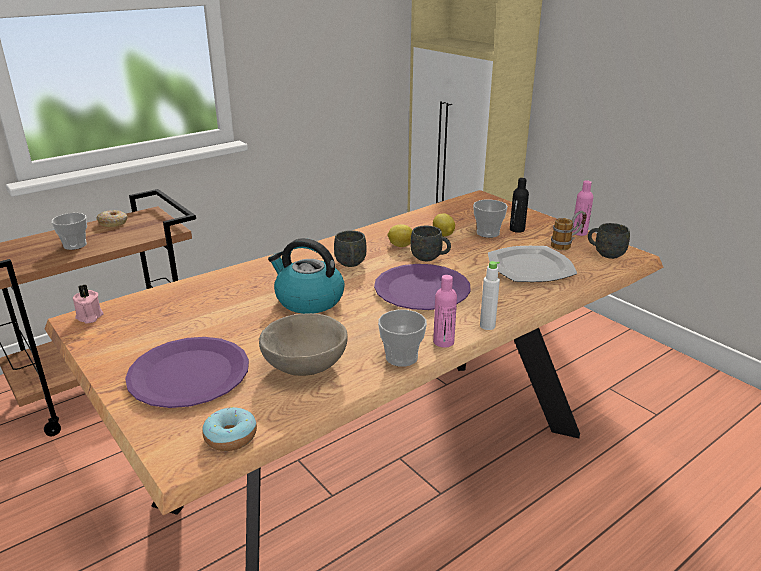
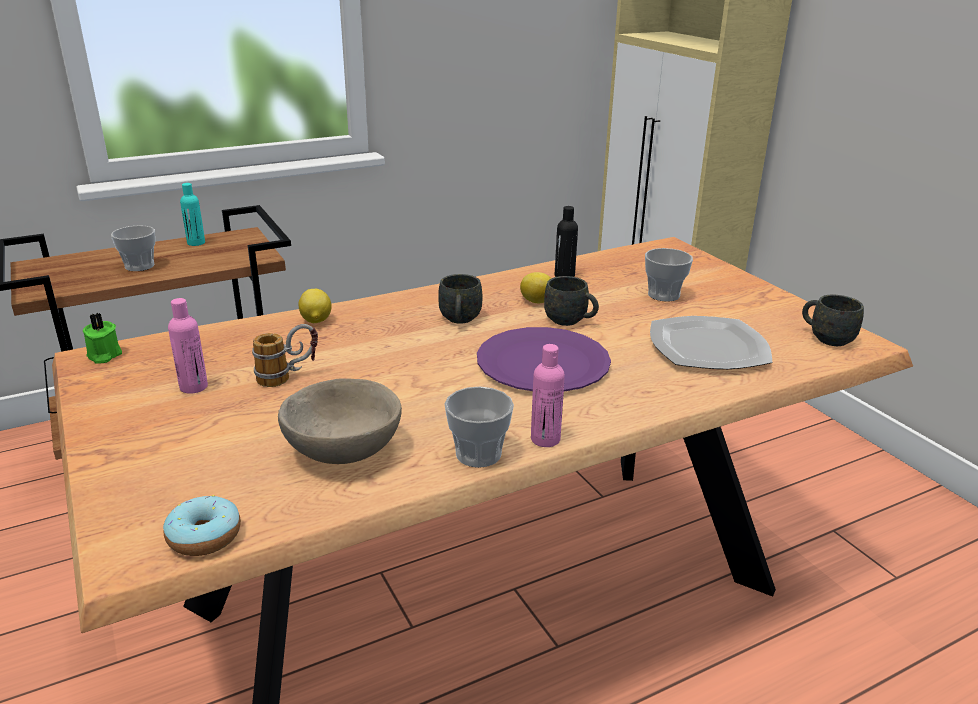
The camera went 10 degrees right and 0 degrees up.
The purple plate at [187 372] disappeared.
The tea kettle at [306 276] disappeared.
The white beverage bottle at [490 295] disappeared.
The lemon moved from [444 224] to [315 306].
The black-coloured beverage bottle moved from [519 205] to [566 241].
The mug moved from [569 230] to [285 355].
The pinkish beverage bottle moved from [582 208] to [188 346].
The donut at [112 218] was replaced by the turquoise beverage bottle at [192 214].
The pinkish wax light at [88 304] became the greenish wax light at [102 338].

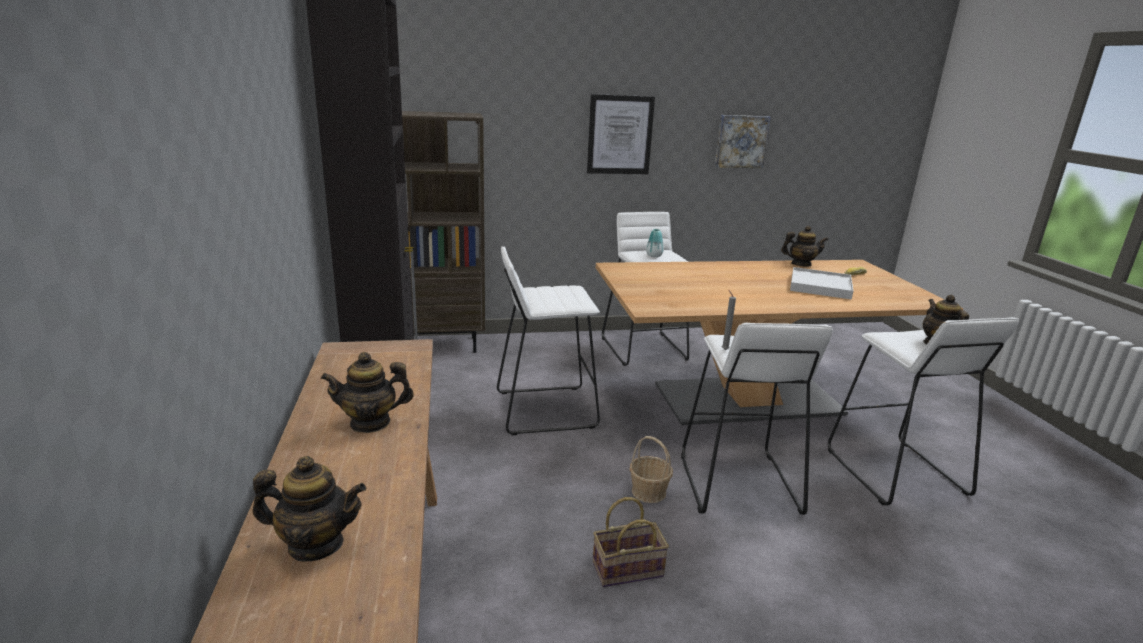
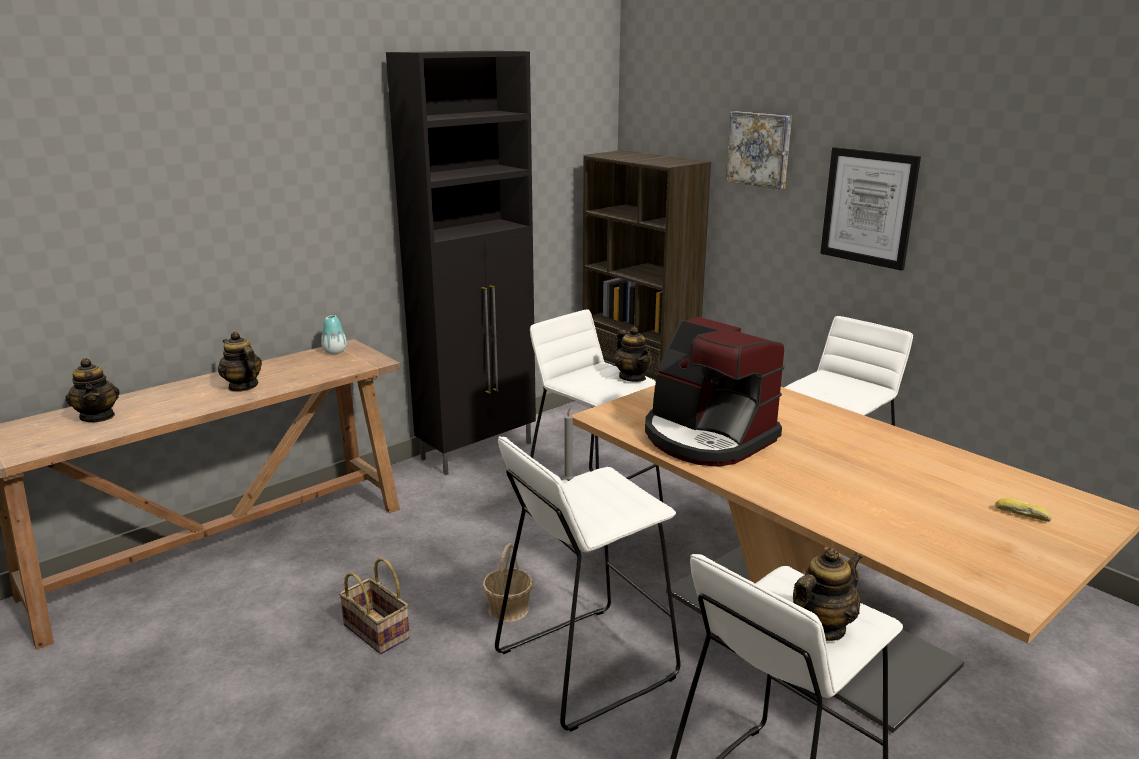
The camera went 60 degrees right and 0 degrees up.
The white tray at [822 283] disappeared.
The coffee maker at [714 392] appeared.
The vase moved from [655 243] to [334 334].
The wall picture moved from [743 141] to [759 150].
The teapot moved from [804 246] to [633 354].

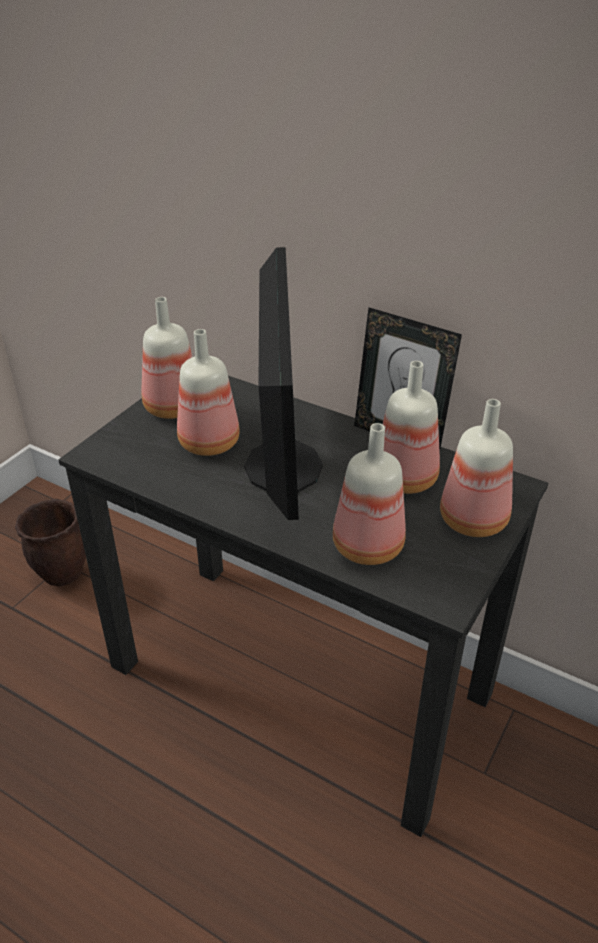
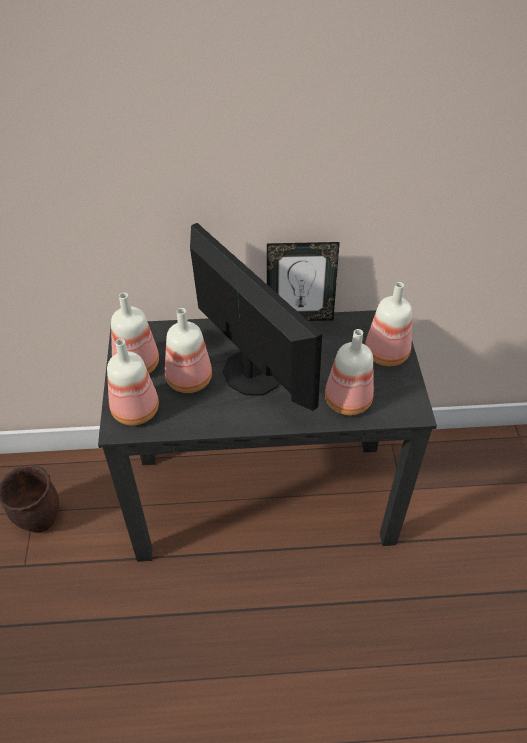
The camera went 35 degrees left and 10 degrees up.
The beverage bottle moved from [411 427] to [133 382].

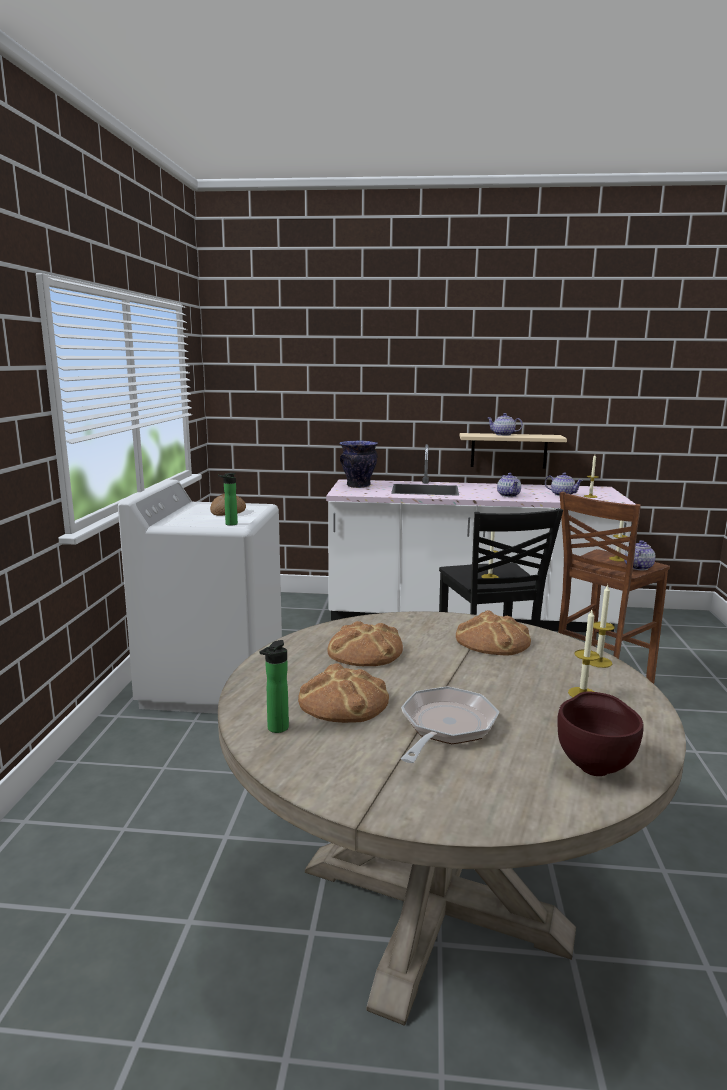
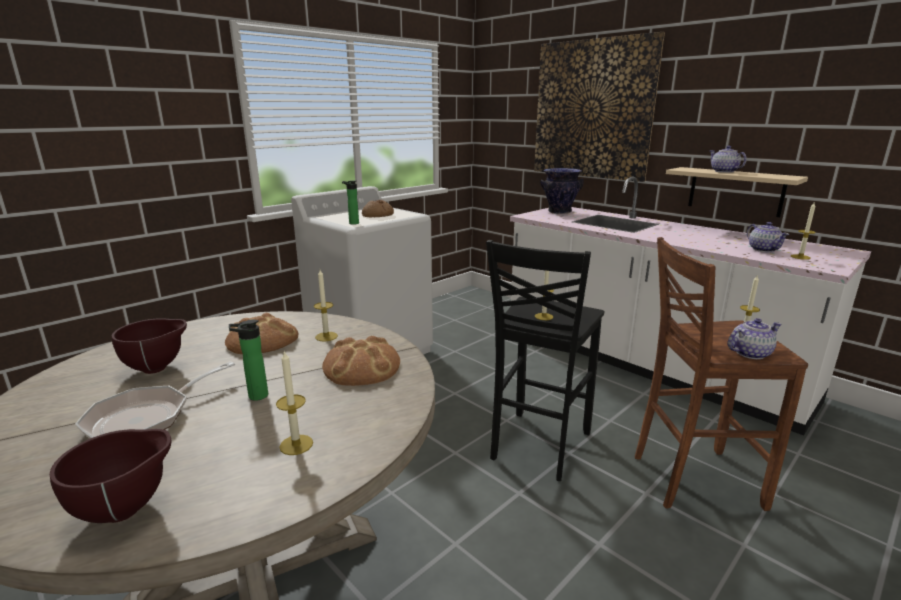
The camera went 40 degrees right and 5 degrees up.
The teapot at [509 485] disappeared.
The wall picture at [599 107] appeared.
The beverage bottle moved from [274 686] to [248 360].
The wax light moved from [602 626] to [326 305].
The baked bread at [343 693] was replaced by the brown bowl at [149 346].
The frying pan at [450 724] turned 150 degrees clockwise.

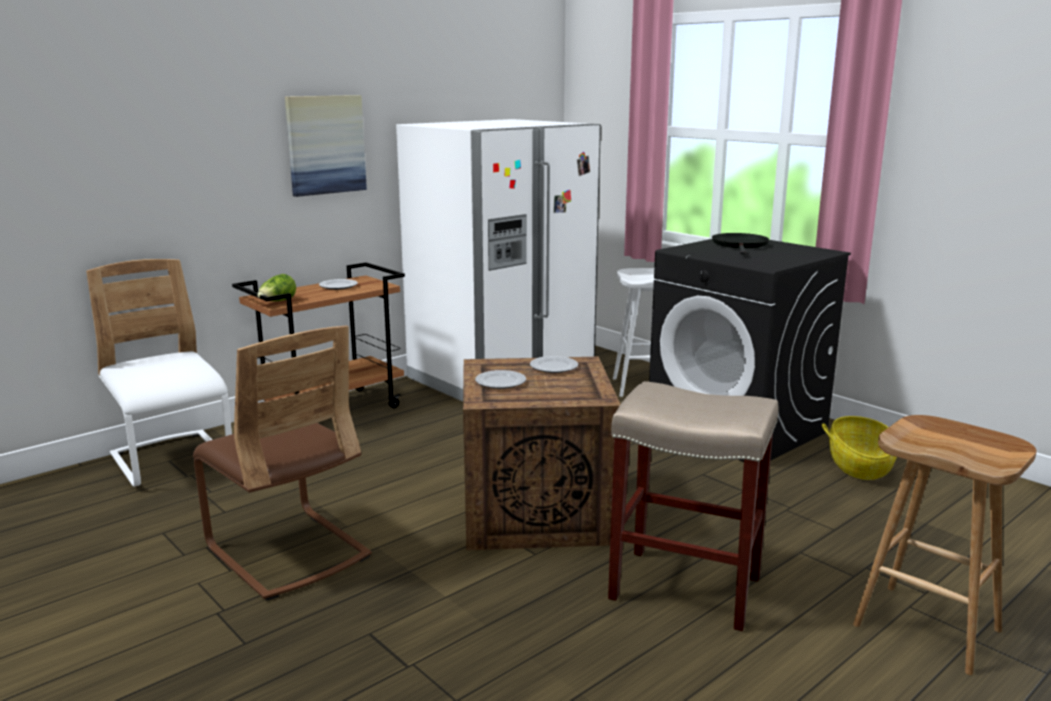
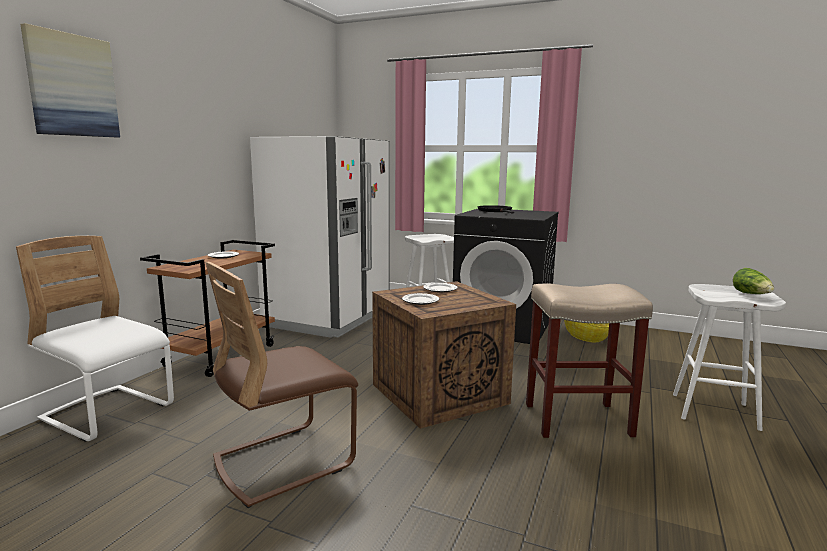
The camera went 25 degrees left and 5 degrees down.
The lettuce head moved from [276 287] to [753 281].
The wall picture moved from [326 146] to [70 80].
The brown stool seat at [945 545] became the white stool seat at [729 357].
The brown plain chair at [282 463] turned 120 degrees clockwise.

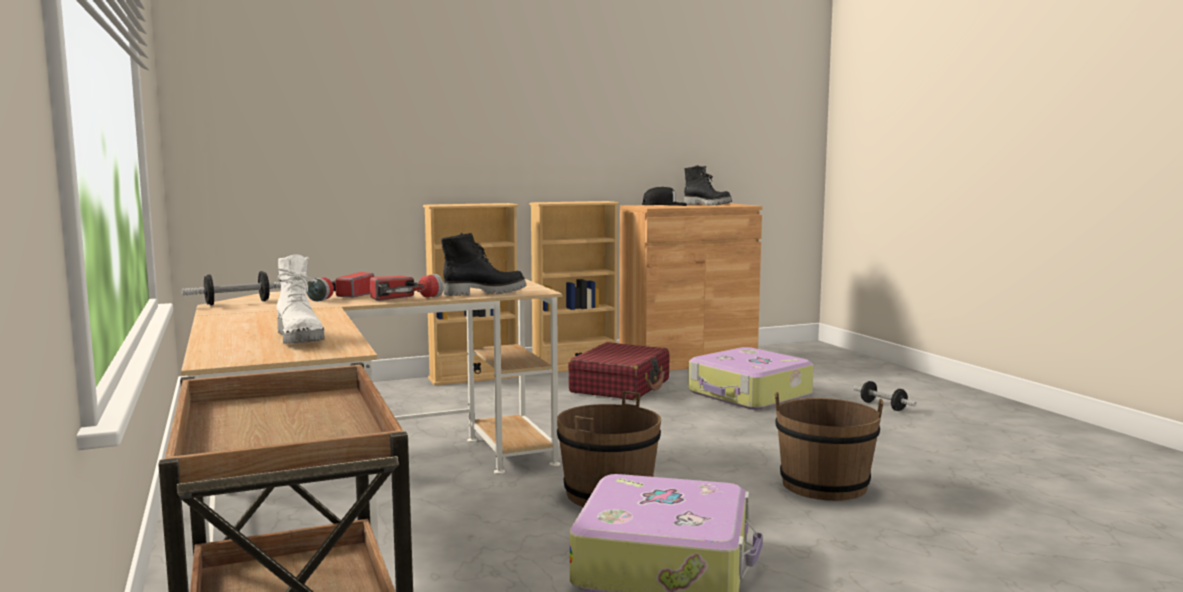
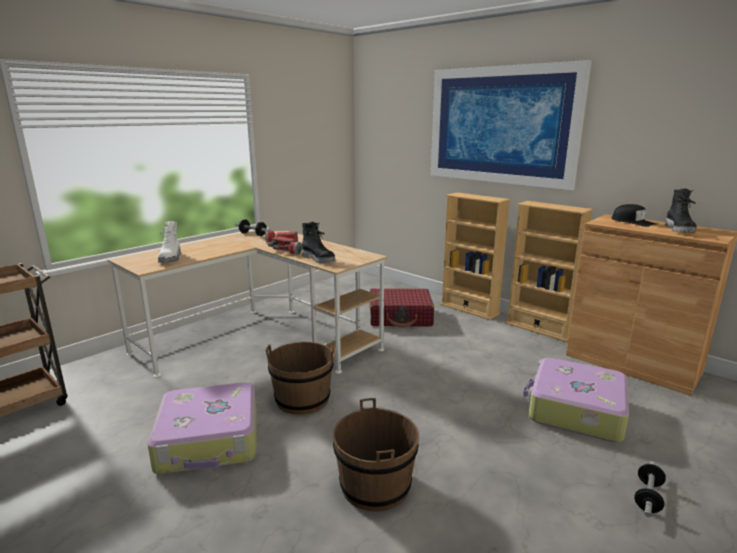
The camera went 65 degrees right and 10 degrees up.
The wall picture at [511 125] appeared.
The red-coloured piece of luggage moved from [619 371] to [402 308].
The white high-top boot at [300 299] turned 45 degrees counterclockwise.

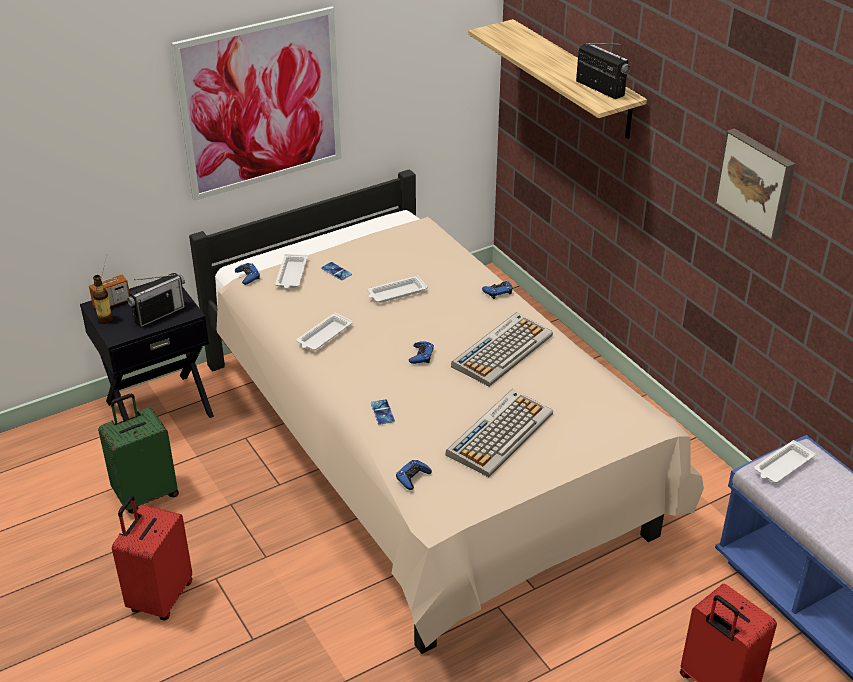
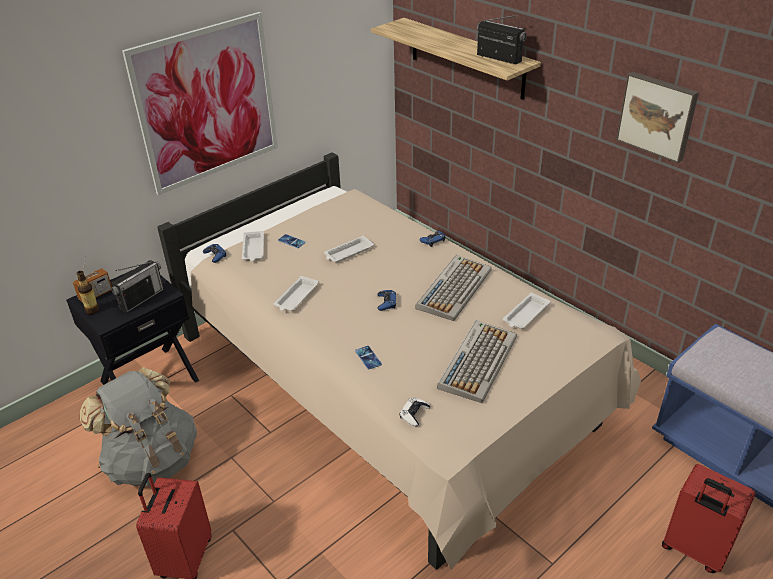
The camera went 10 degrees left and 0 degrees up.
The white tray moved from [784 461] to [526 311].
The greenish piece of luggage at [138 453] was replaced by the gray rucksack at [138 427].
The bluish gamepad at [414 475] became the white gamepad at [415 412].

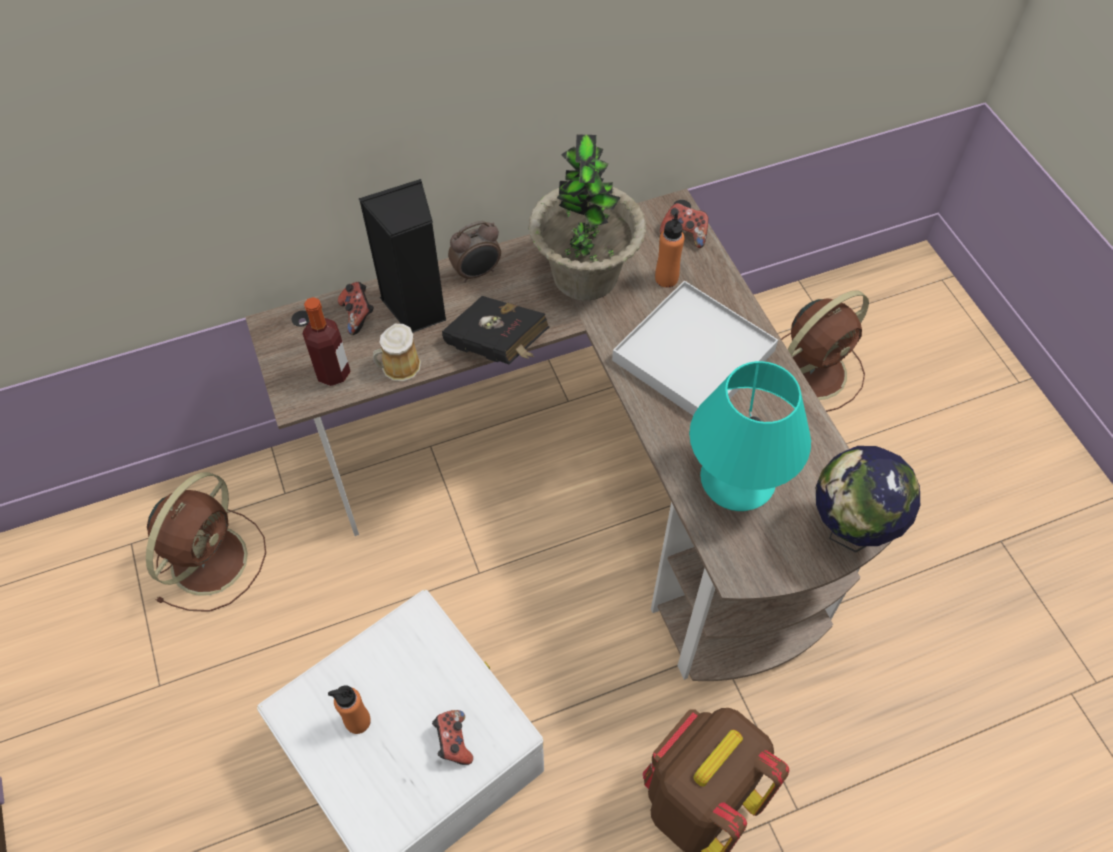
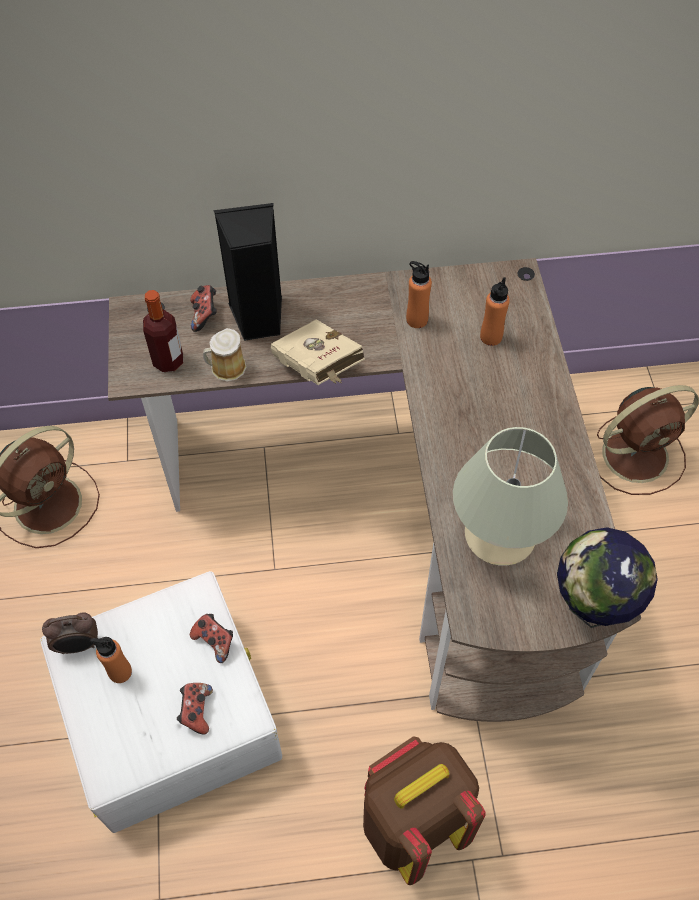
The camera went 15 degrees right and 0 degrees up.
The white tray at [695 348] disappeared.
The alarm clock moved from [474 252] to [70 633].
The gamepad moved from [684 225] to [211 638].
The potted plant at [587 217] was replaced by the orange-coloured beverage bottle at [419 294].
The black-coloured volume at [495 330] became the beige volume at [318 352].
The turquoise tabletop lamp at [750 436] became the beige tabletop lamp at [510 496].

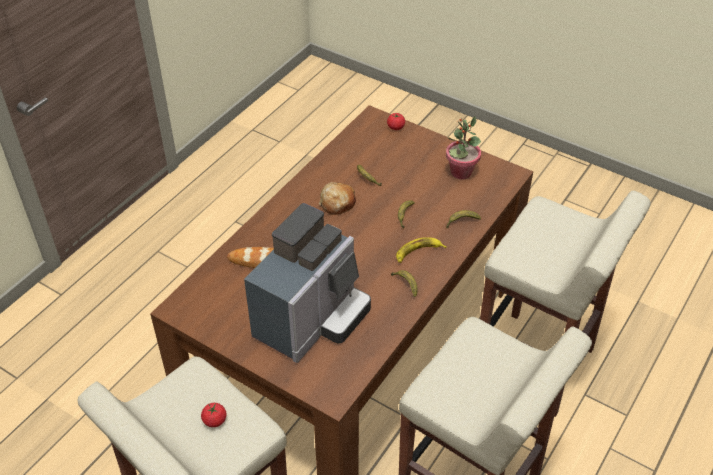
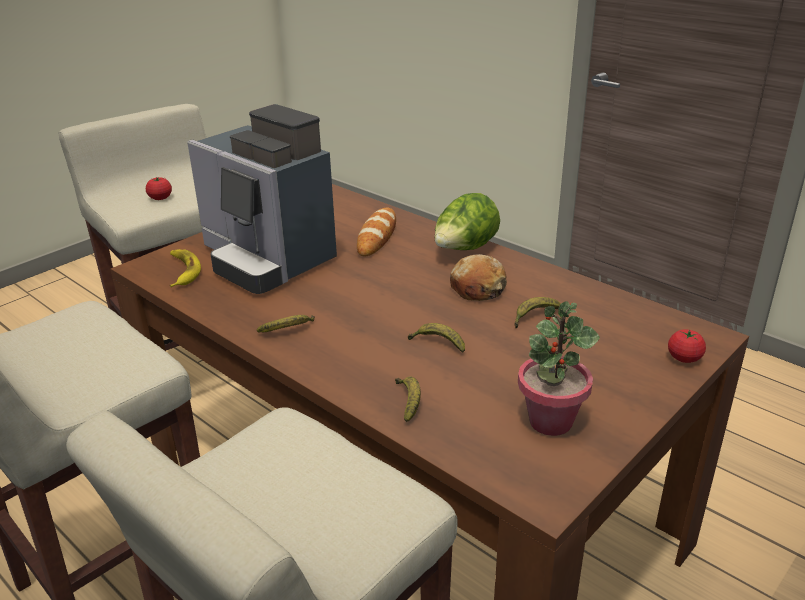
The camera went 100 degrees right and 15 degrees down.
The lettuce head at [467 221] appeared.
The banana fruit moved from [421 250] to [185 268].

